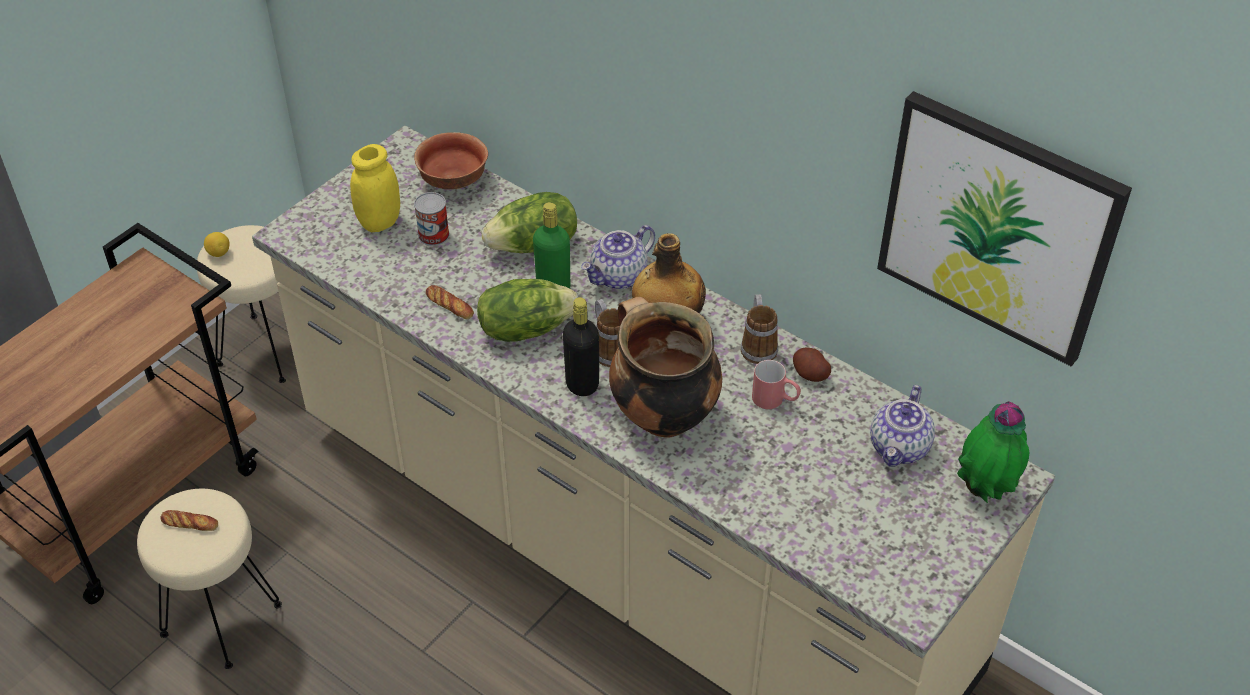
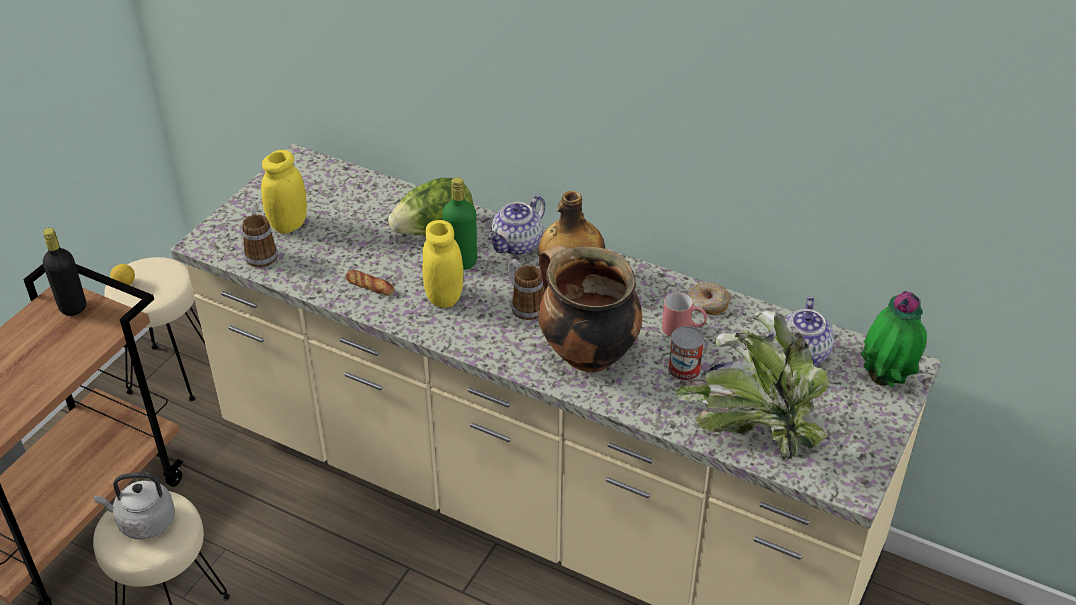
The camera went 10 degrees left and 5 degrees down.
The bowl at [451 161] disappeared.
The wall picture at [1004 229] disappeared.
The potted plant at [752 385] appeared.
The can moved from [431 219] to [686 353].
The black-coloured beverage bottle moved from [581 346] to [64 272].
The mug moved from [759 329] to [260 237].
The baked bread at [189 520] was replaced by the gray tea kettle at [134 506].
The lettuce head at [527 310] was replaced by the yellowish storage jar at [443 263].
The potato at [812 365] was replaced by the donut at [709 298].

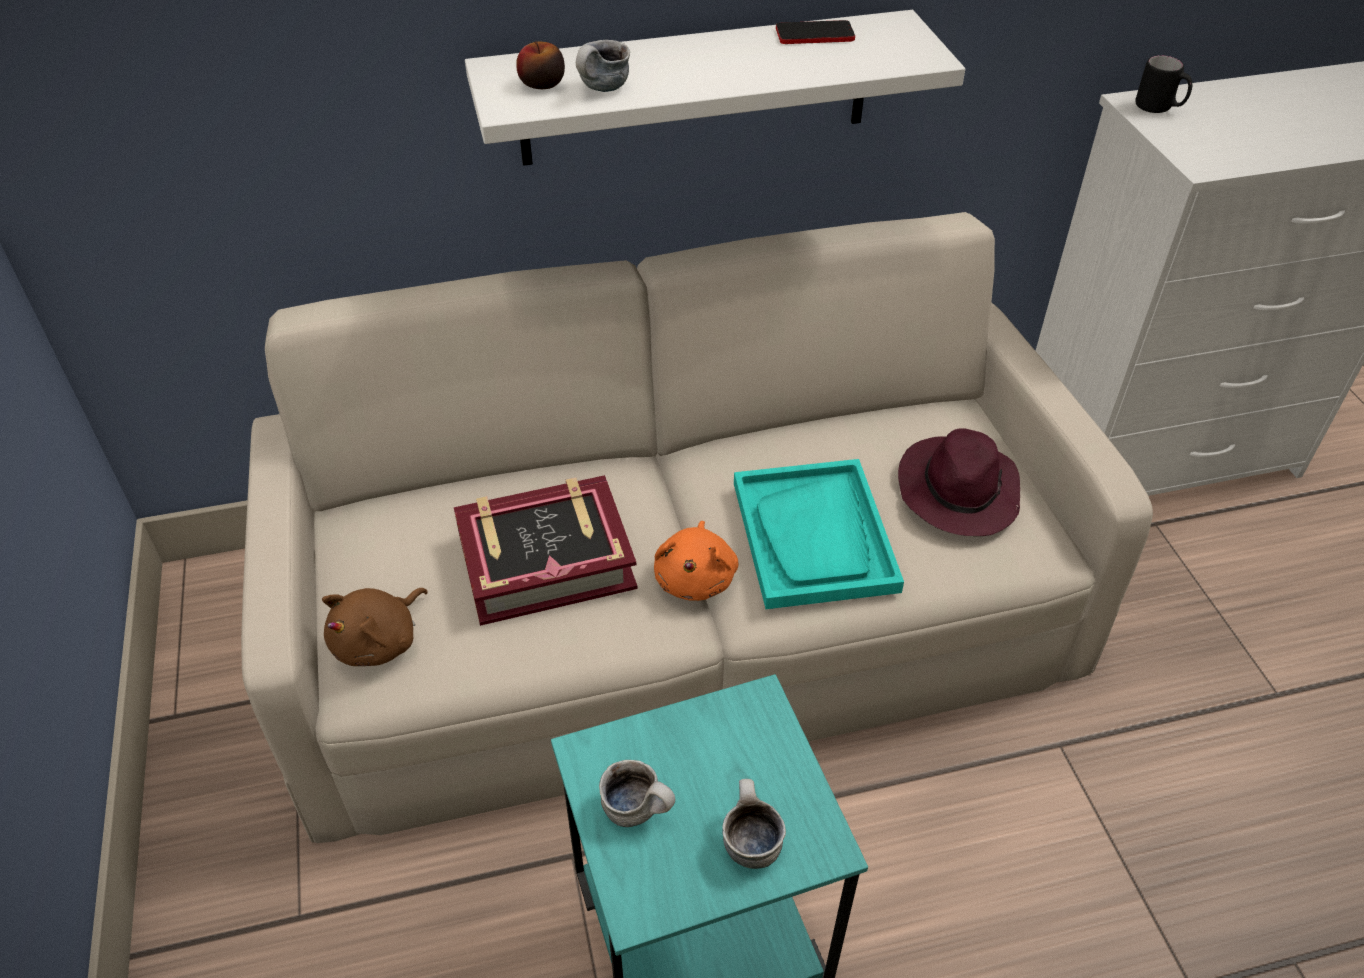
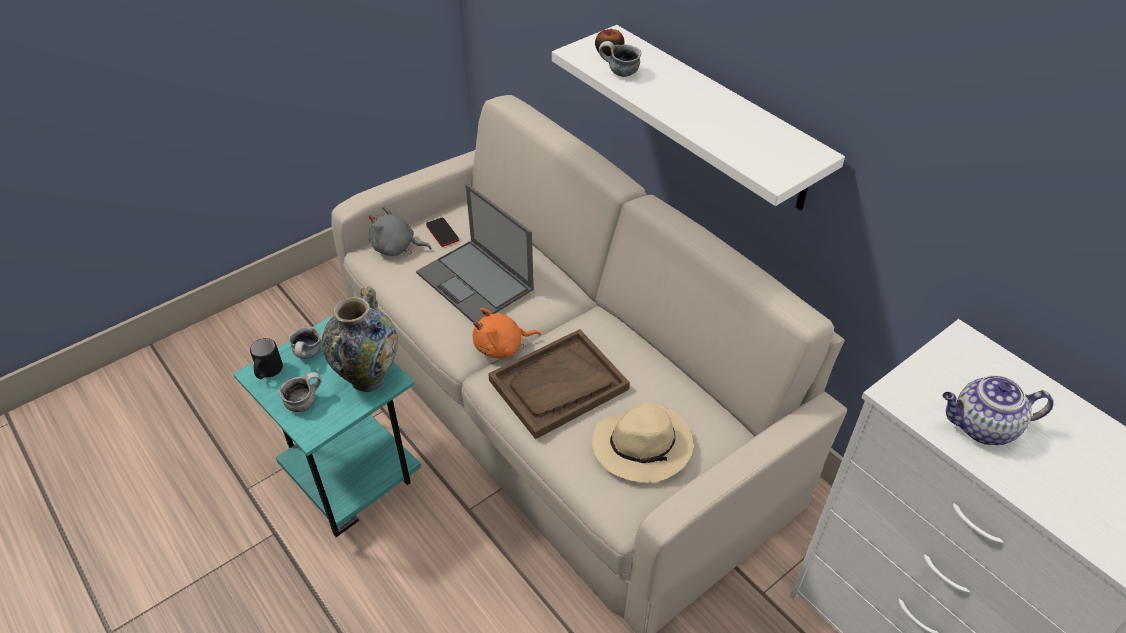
The camera went 65 degrees right and 0 degrees up.
The vase at [360 339] appeared.
The teapot at [997 410] appeared.
The phone moved from [815 32] to [442 232].
The black-coloured mug moved from [1163 84] to [266 358].
The volume at [545 550] was replaced by the notebook computer at [475 253].
The brown plush toy at [374 627] became the gray plush toy at [400 231].
The turquoise tray at [819 534] became the brown tray at [559 384].
The purple hat at [959 482] became the beige hat at [642 443].

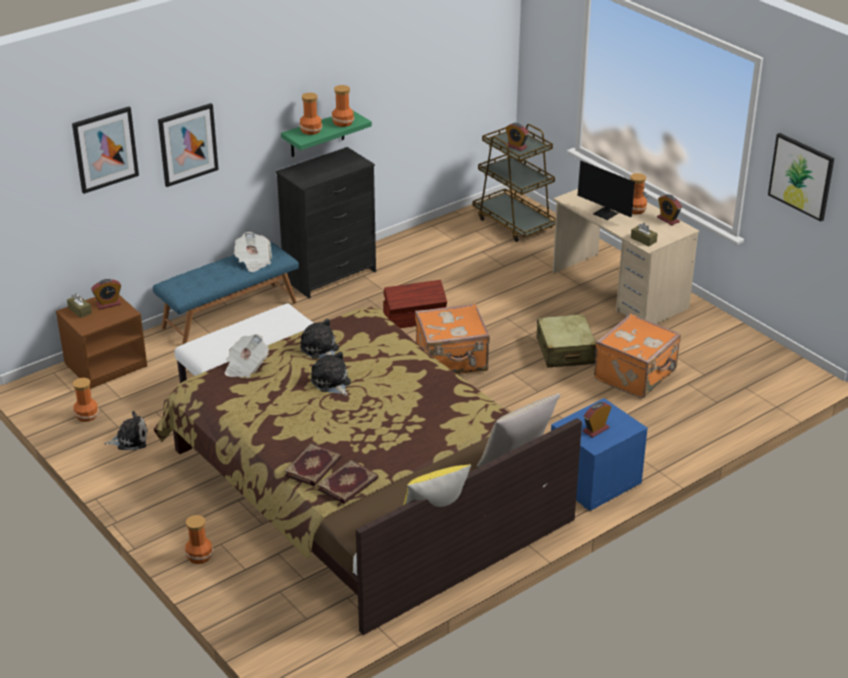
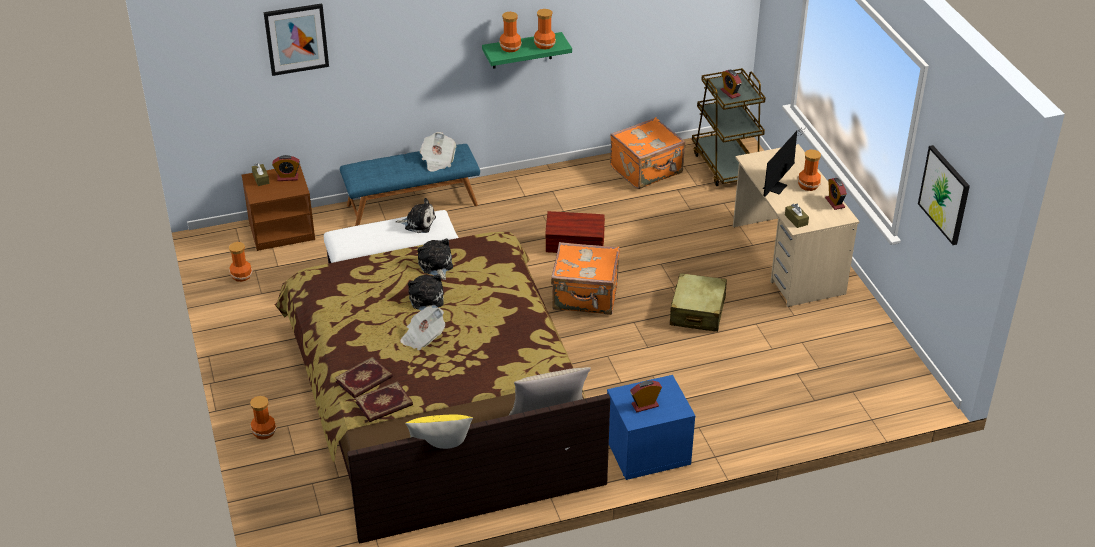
The camera went 20 degrees right and 5 degrees up.
The wall picture at [188 145] disappeared.
The black-coloured drawer chest at [326 223] disappeared.
The plush toy moved from [126 430] to [416 215].
The printed paper moved from [247 356] to [422 329].
The orange-coloured piece of luggage moved from [637 356] to [647 153].
The computer screen at [613 190] turned 120 degrees counterclockwise.

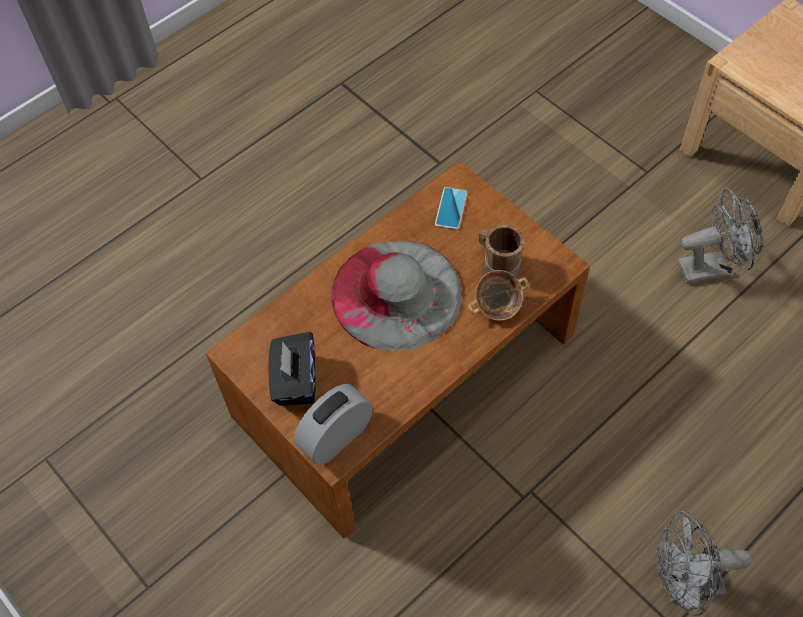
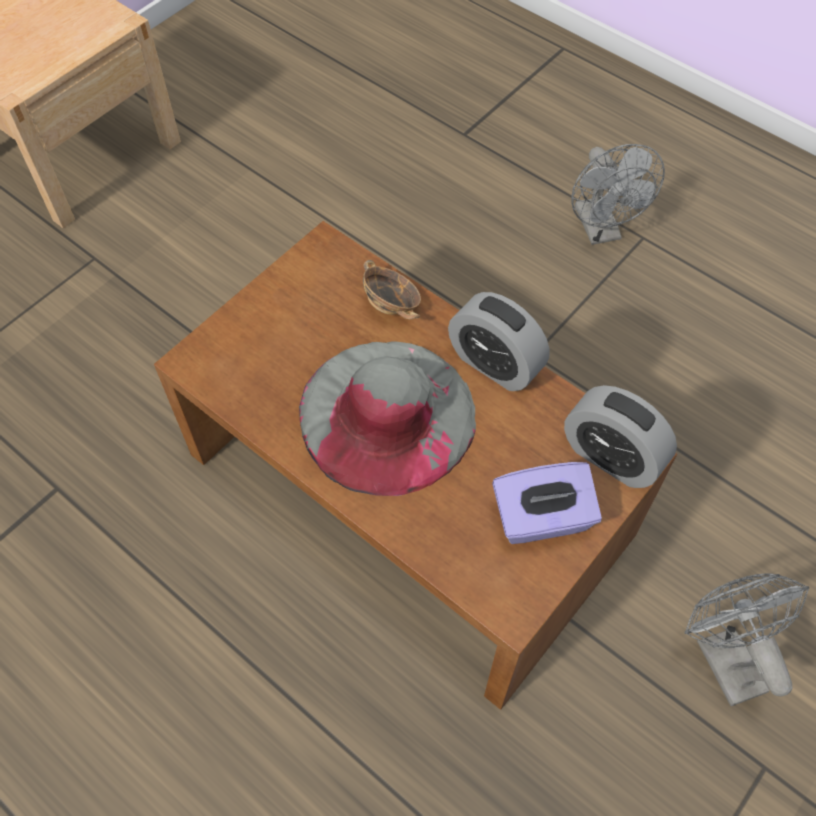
The camera went 100 degrees left and 0 degrees up.
The phone at [451 208] disappeared.
The brown mug at [501 249] disappeared.
The alarm clock at [499 341] appeared.
The gray electric fan moved from [720 236] to [746 640].
The black-coloured tissue holder at [292 369] became the purple tissue holder at [547 503].

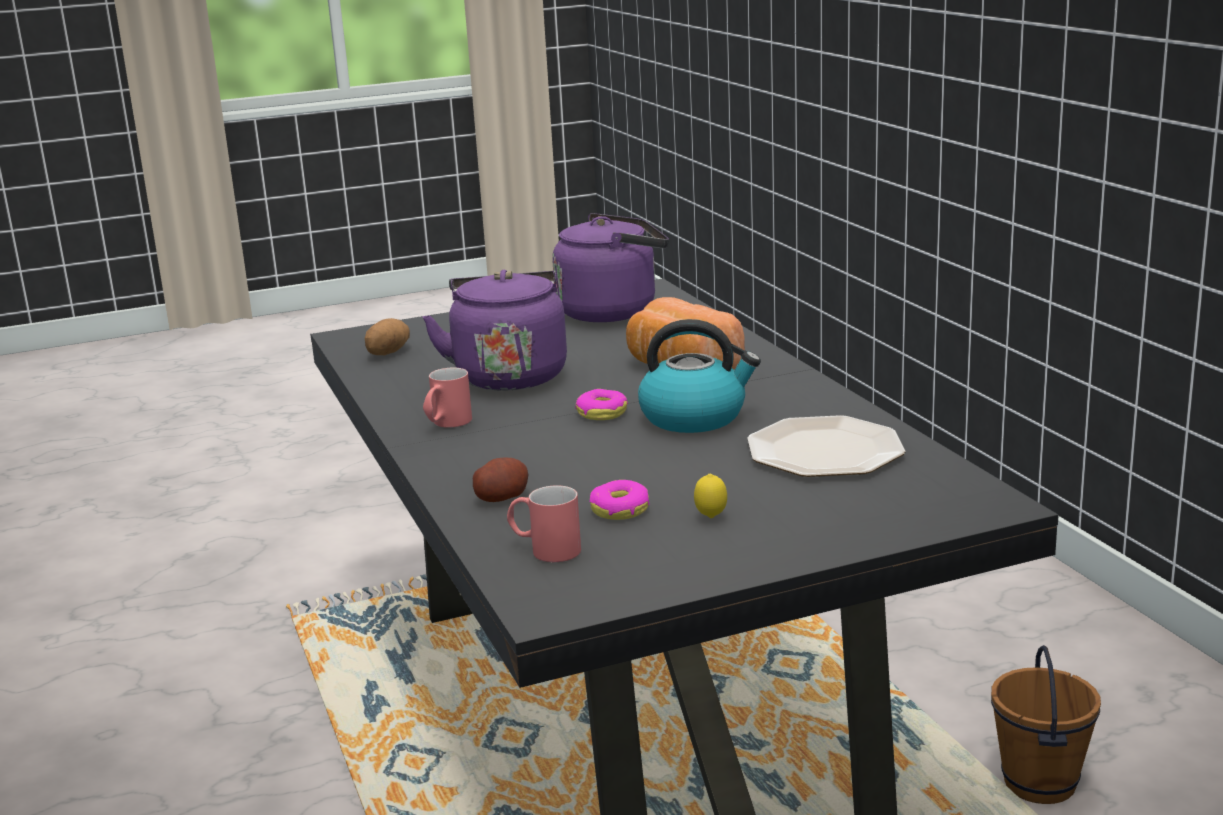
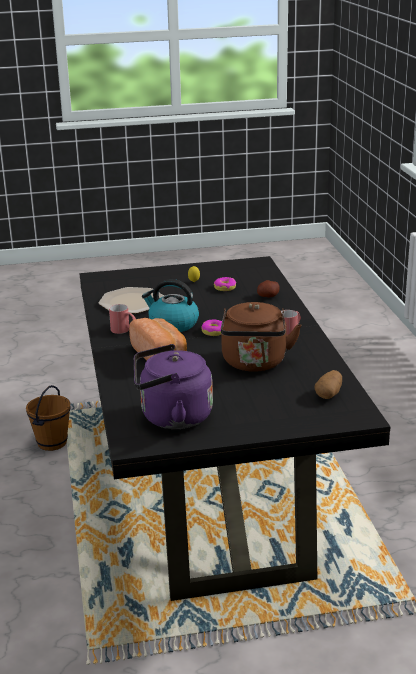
The camera went 170 degrees left and 5 degrees up.
The red-coloured mug moved from [544 523] to [122 319].
The purple tea kettle at [494 330] became the brown tea kettle at [261 337].

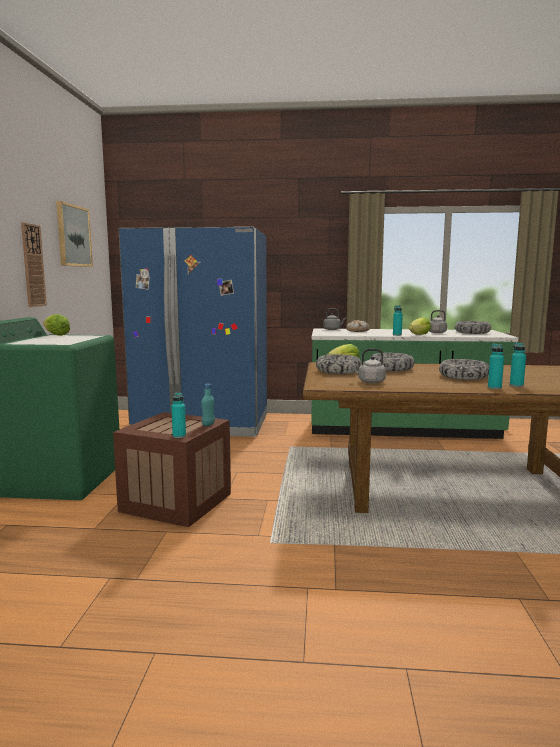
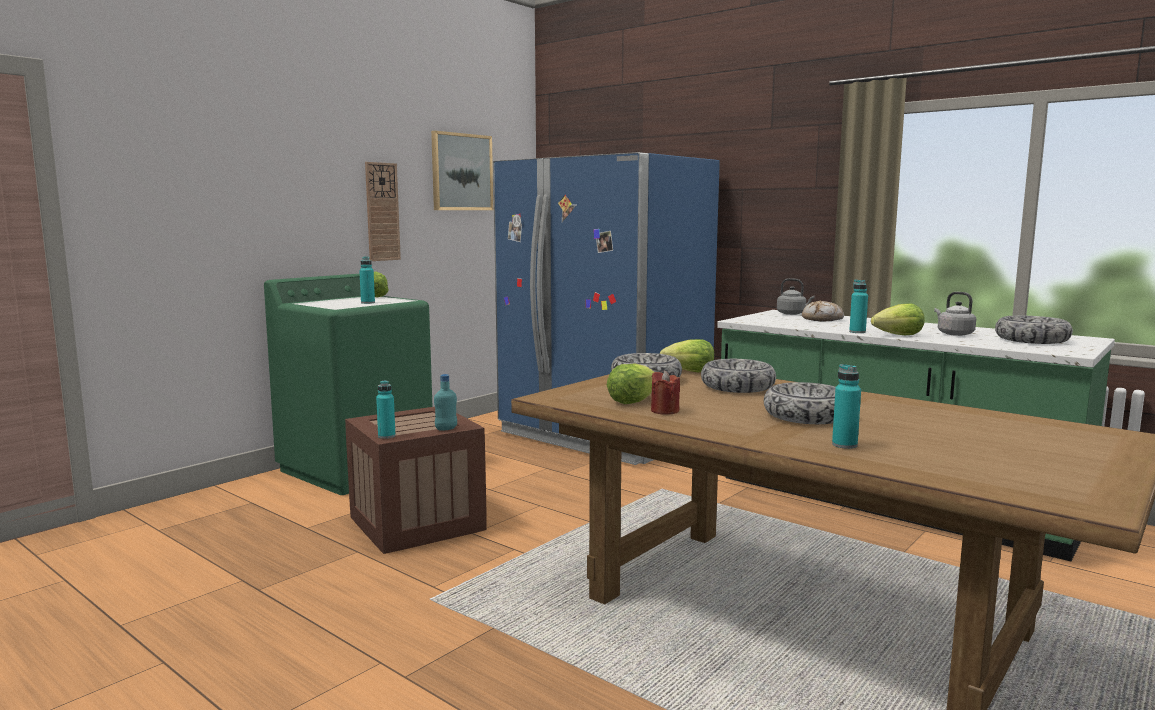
The camera went 35 degrees right and 0 degrees up.
The red-coloured wax light at [665 392] appeared.
The turquoise beverage bottle moved from [496 366] to [367 280].
The gray tea kettle at [368 366] was replaced by the lettuce head at [630 383].

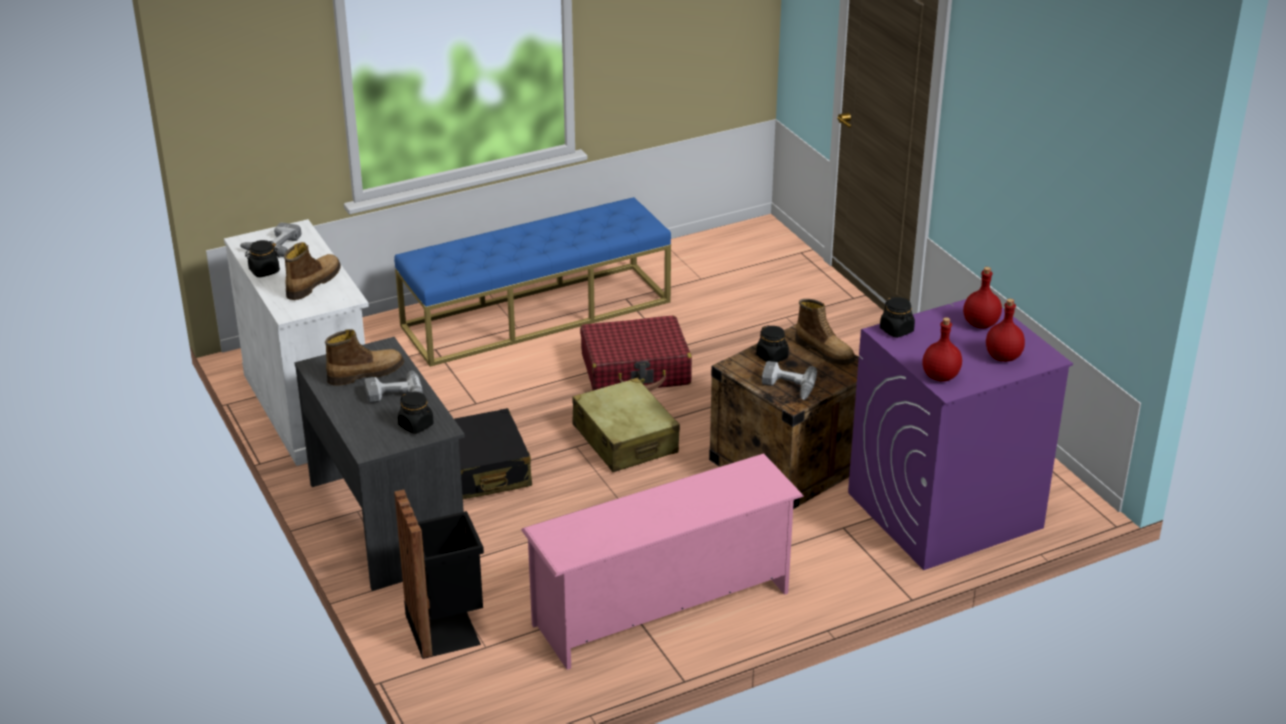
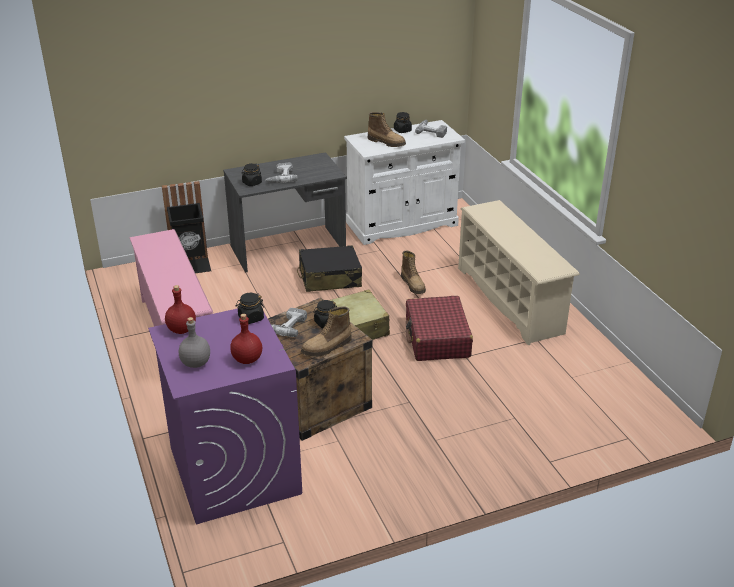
The camera went 95 degrees right and 0 degrees up.
The high-top boot moved from [364 357] to [413 272].
The bluish indoor bench at [532 282] was replaced by the beige shoe stand at [519 272].
The red-coloured beverage bottle at [1005 330] became the gray beverage bottle at [194 342].

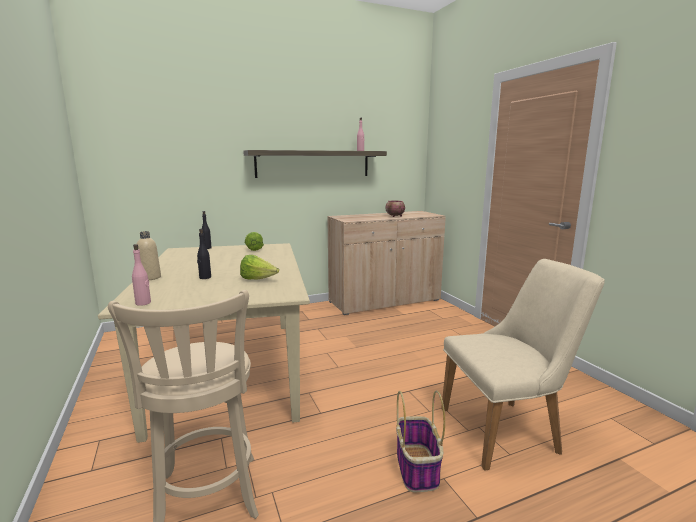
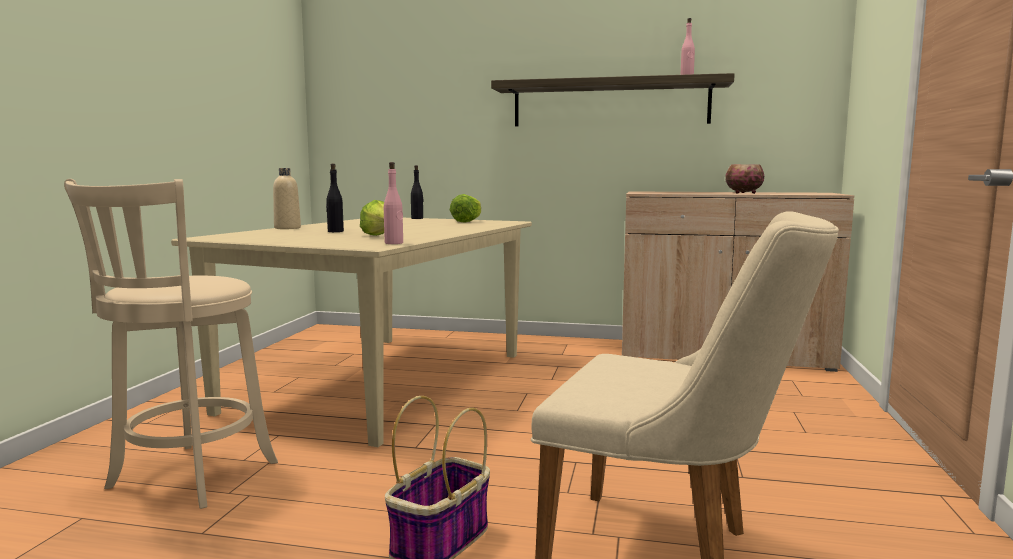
The camera went 35 degrees right and 5 degrees down.
The pinkish beverage bottle moved from [141 275] to [393 203].

